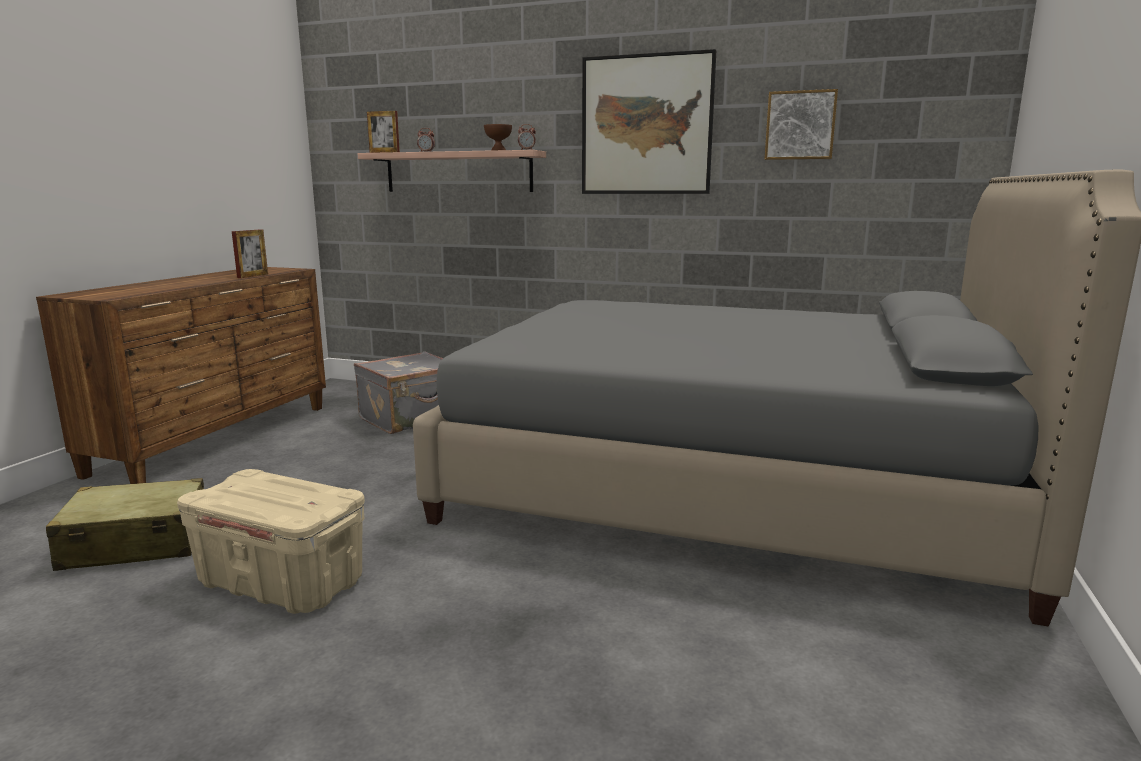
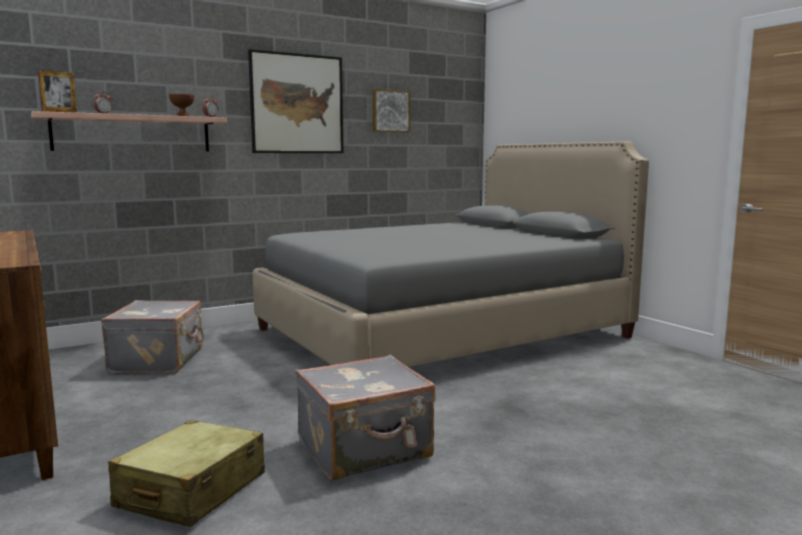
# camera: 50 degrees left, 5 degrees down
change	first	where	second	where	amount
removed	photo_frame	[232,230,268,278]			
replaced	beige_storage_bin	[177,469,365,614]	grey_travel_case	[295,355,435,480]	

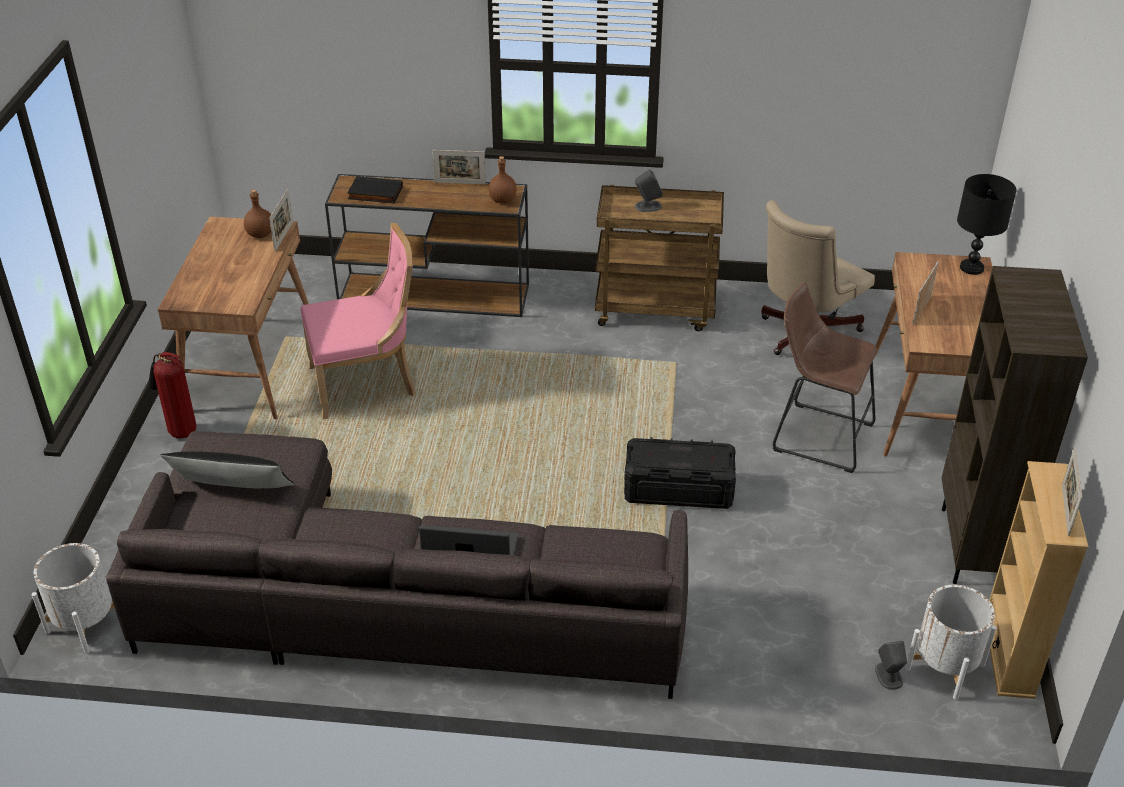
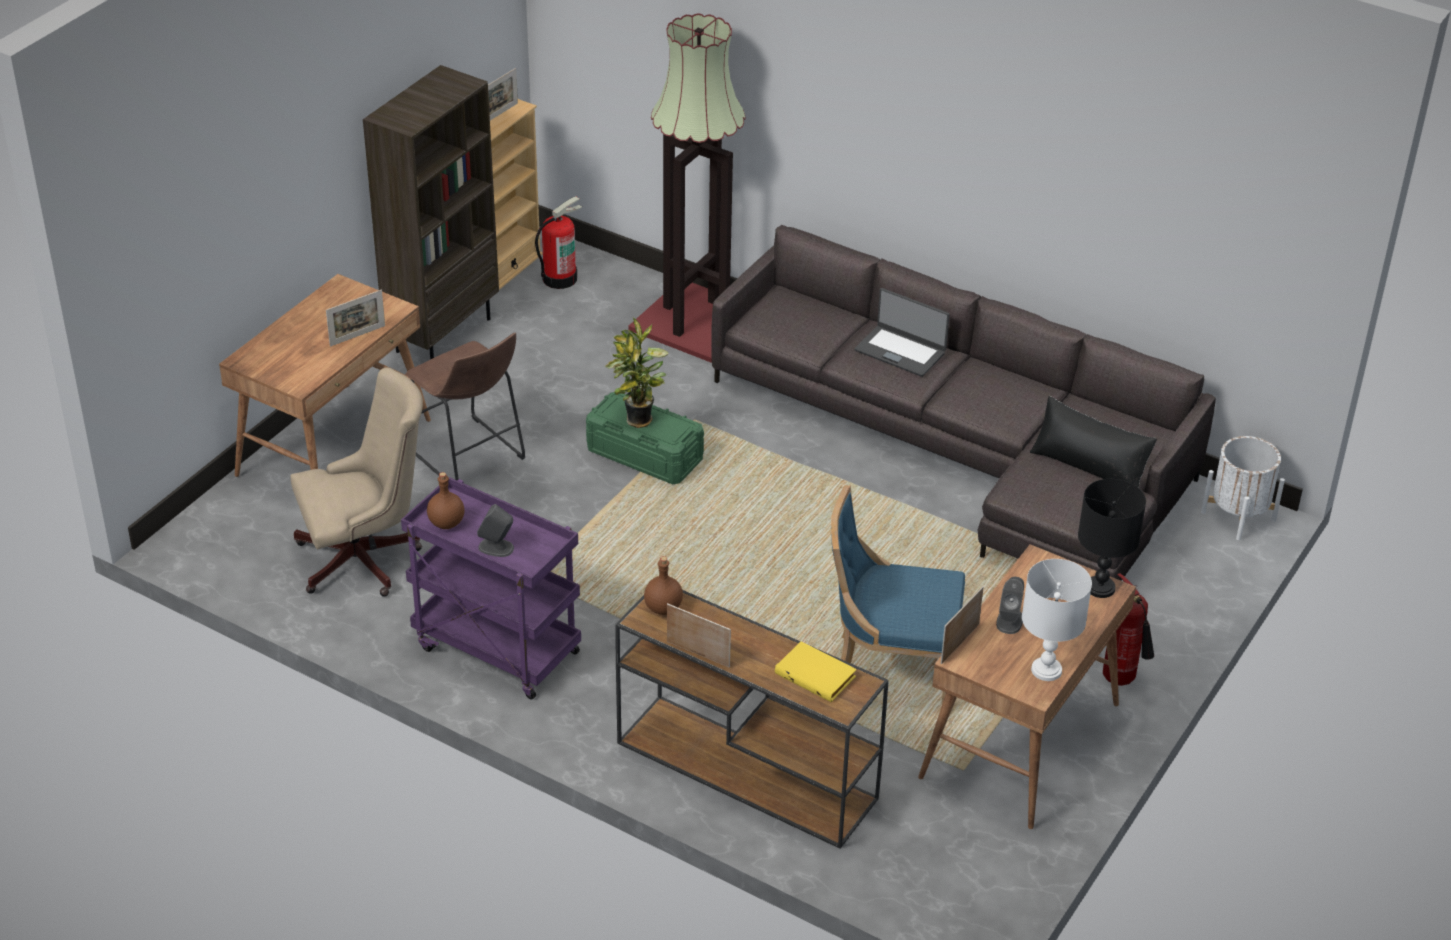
# camera: 155 degrees left, 0 degrees up
change	first	where	second	where	amount
added			potted_plant	[605,317,669,428]	
added			standard_lamp	[628,13,746,363]	
added			white-coloured_lamp_for_a_table	[1022,559,1092,681]	
moved	brown_bottle	[244,190,271,238]		[427,472,465,529]	
moved	grey_loudspeaker	[875,641,907,690]		[996,577,1024,634]	
moved	black-coloured_lamp_for_a_table	[957,174,1016,275]		[1078,479,1146,598]	
replaced	white-coloured_flower_pot	[905,585,996,700]	fire_extinguisher	[535,196,582,289]	
recoloured	pink-coloured_chair	[301,223,415,420]	blue-coloured_chair	[831,485,965,703]	
recoloured	black-coloured_bound_book	[347,176,403,203]	yellowish_bound_book	[775,641,856,702]	
recoloured	brown_wheeled_cart	[595,185,724,331]	purple_wheeled_cart	[401,477,581,699]	
recoloured	black-coloured_storage_bin	[624,437,736,509]	green-coloured_storage_bin	[586,392,704,484]	

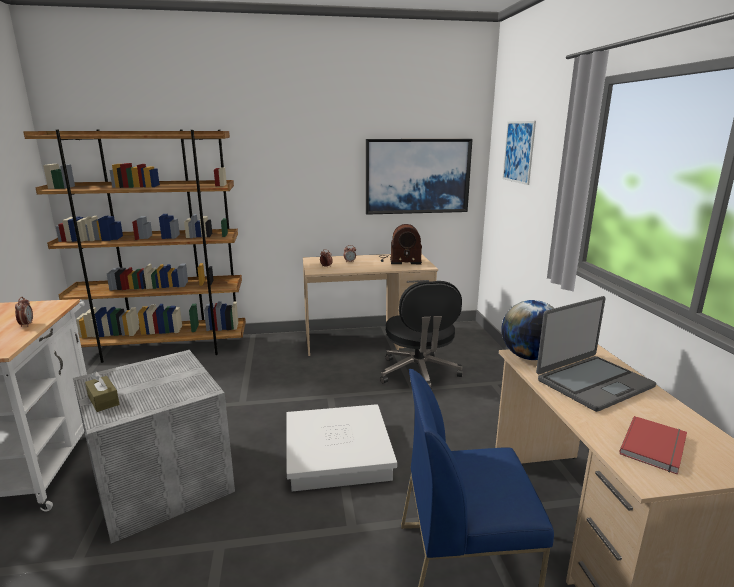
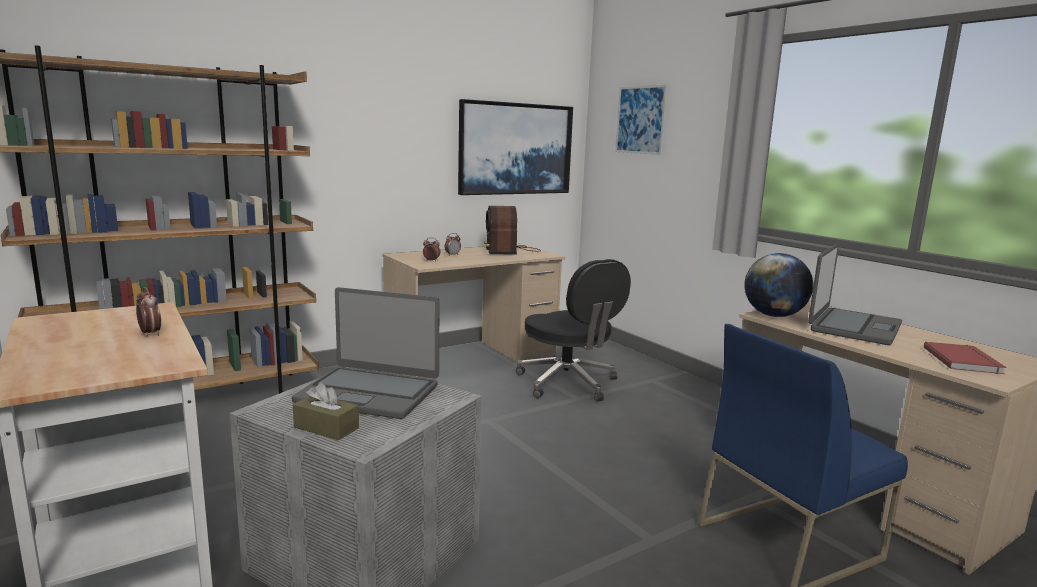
# camera: 25 degrees left, 5 degrees down
change	first	where	second	where	amount
removed	white-coloured_storage_bin	[286,404,397,491]			
added			notebook_computer	[292,287,440,419]	
turned	radio	[380,224,422,264]		[484,206,541,254]	105 degrees clockwise

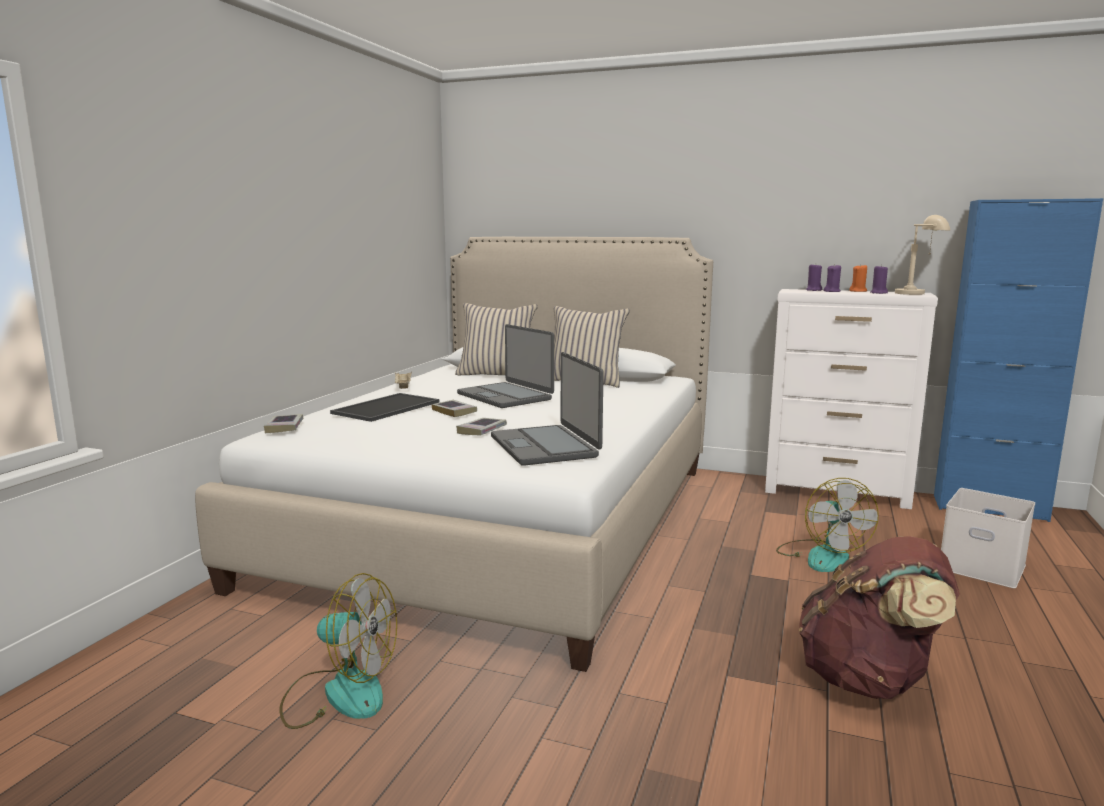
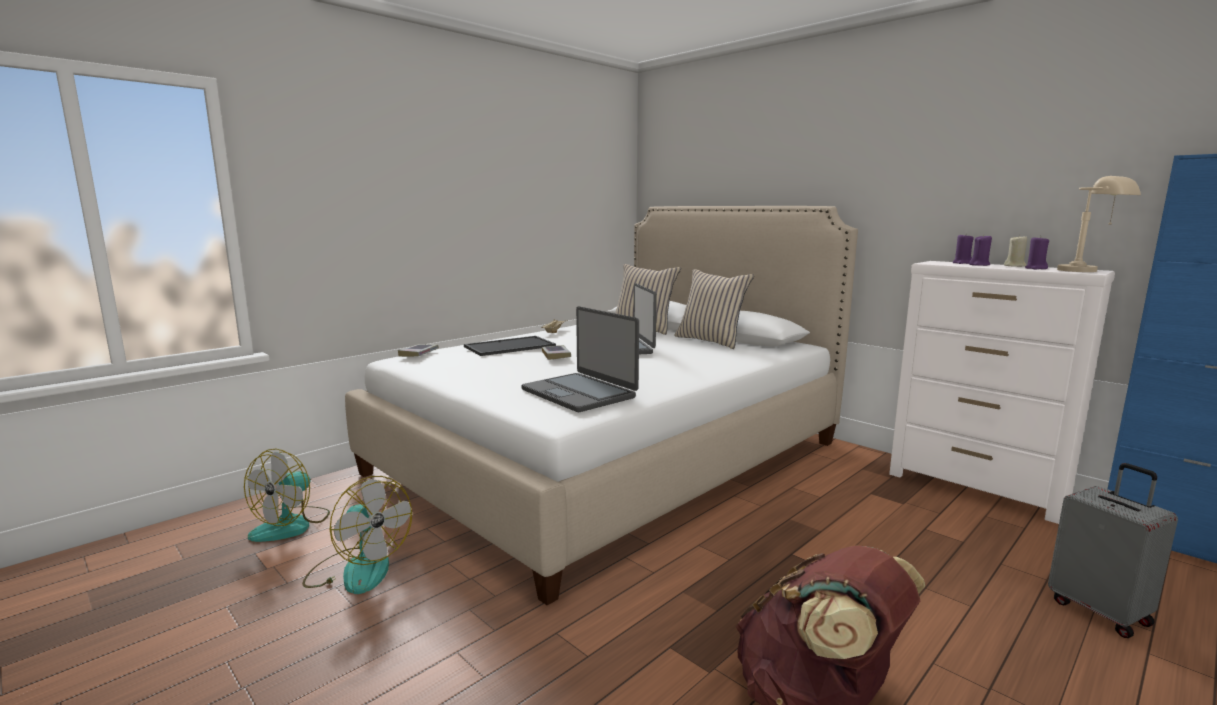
# camera: 25 degrees right, 0 degrees up
change	first	where	second	where	amount
removed	bound_book	[456,418,507,435]			
moved	electric_fan	[776,478,879,572]		[244,449,330,542]	
replaced	white-coloured_storage_bin	[941,488,1035,588]	grey_travel_case	[1048,463,1178,638]	
recoloured	orangey_candle	[849,264,867,292]	beige_candle	[1004,235,1027,267]	
turned	notebook_computer	[491,352,604,466]		[522,306,639,412]	45 degrees counterclockwise

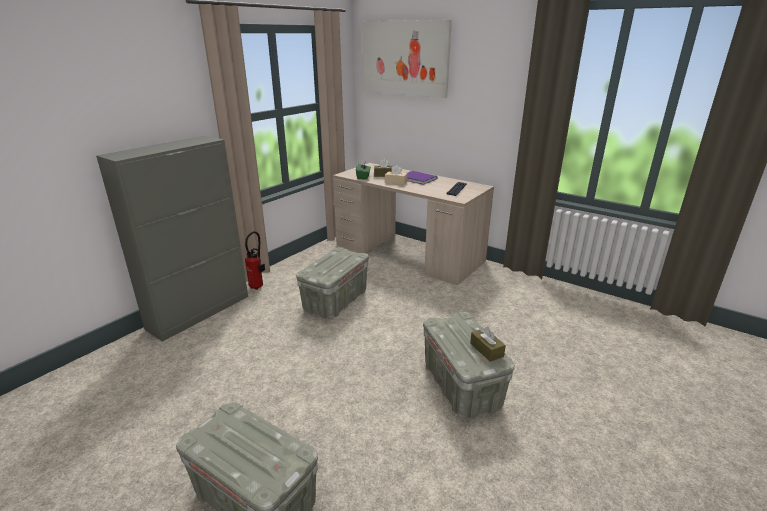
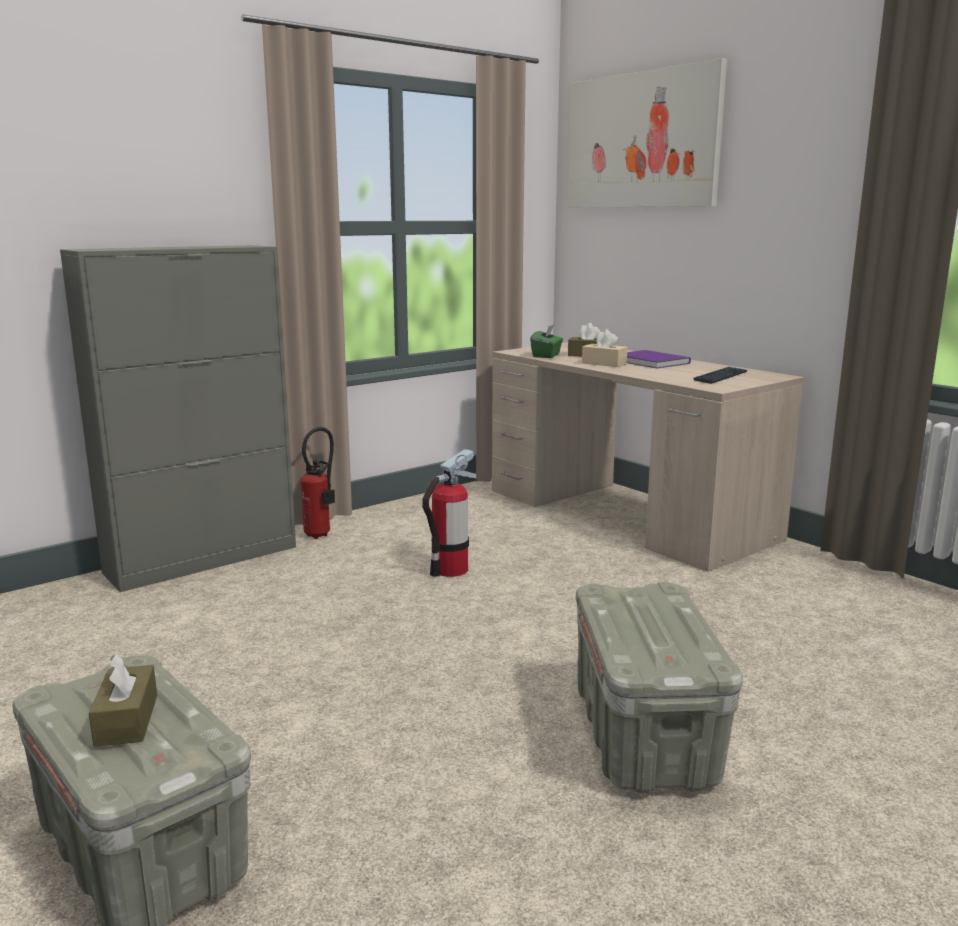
# camera: 15 degrees right, 10 degrees down
change	first	where	second	where	amount
moved	brown_box_of_tissues	[470,327,506,362]		[89,654,157,747]	
replaced	grey_storage_bin	[296,247,369,318]	fire_extinguisher	[422,449,476,577]	

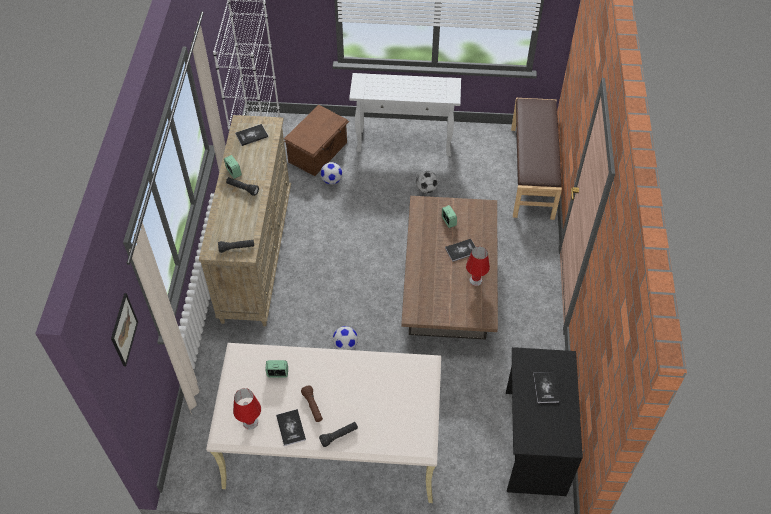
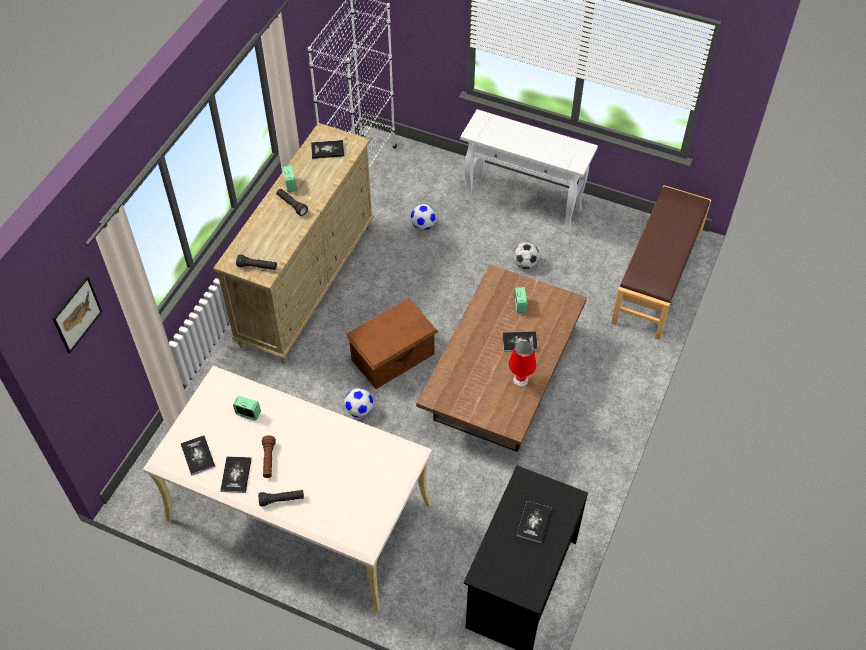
# camera: 20 degrees right, 0 degrees up
change	first	where	second	where	amount
moved	brown_storage_bin	[284,105,349,176]		[346,298,438,389]	
replaced	red_lamp_for_a_table	[233,388,261,430]	bound_book	[181,435,215,476]	

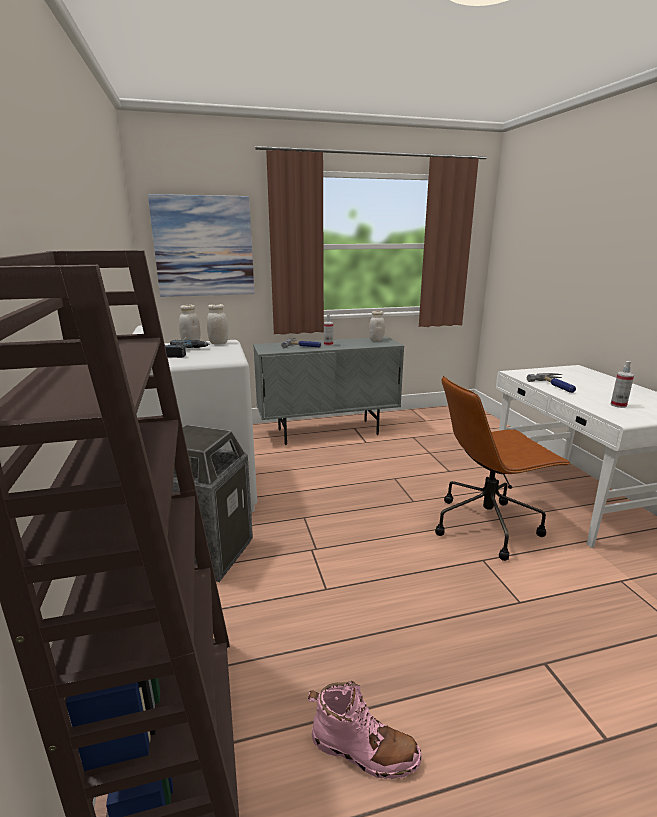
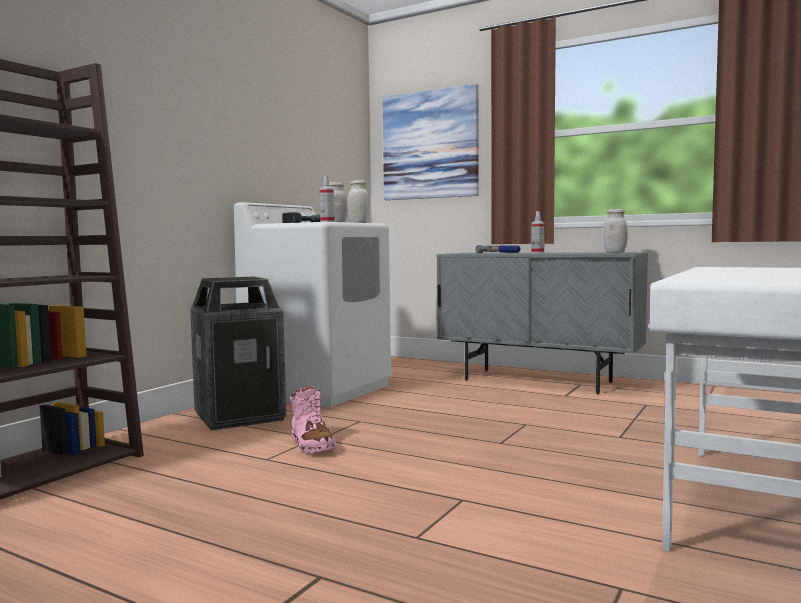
# camera: 45 degrees right, 15 degrees down
change	first	where	second	where	amount
removed	brown_office_chair	[435,376,571,561]			
removed	tool_hammer	[527,373,576,393]			
moved	pink-coloured_tall_boot	[308,681,422,779]		[290,386,337,454]	
moved	hand_sprayer	[611,361,634,408]		[319,176,334,222]	

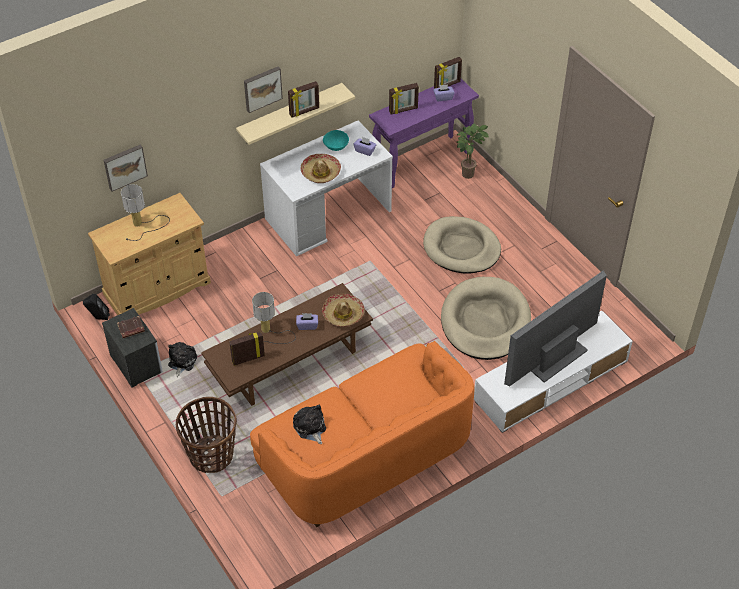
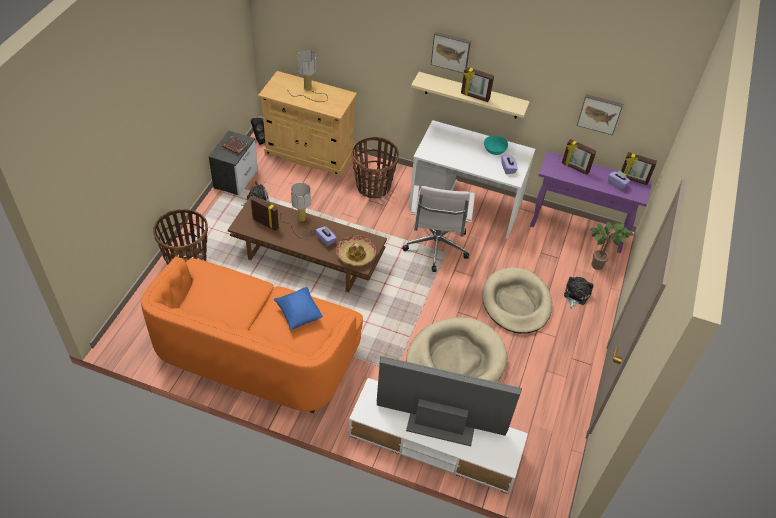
# camera: 50 degrees right, 0 degrees up
change	first	where	second	where	amount
removed	clothing_hat	[301,154,341,183]			
added			blue-coloured_throw_pillow	[274,287,323,330]	
added			basket	[351,137,399,198]	
added			white-coloured_office_chair	[402,185,475,272]	
moved	wall_picture	[104,145,148,191]		[577,94,623,135]	
moved	plush_toy	[293,405,326,444]		[564,277,593,309]	

